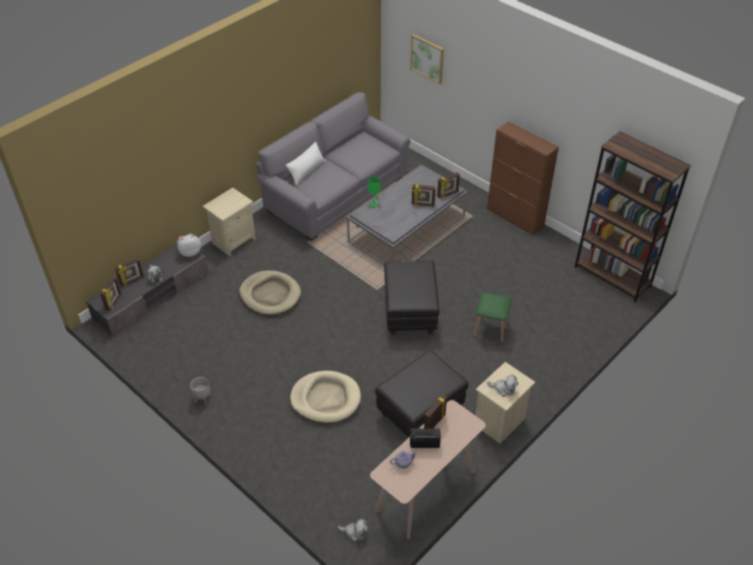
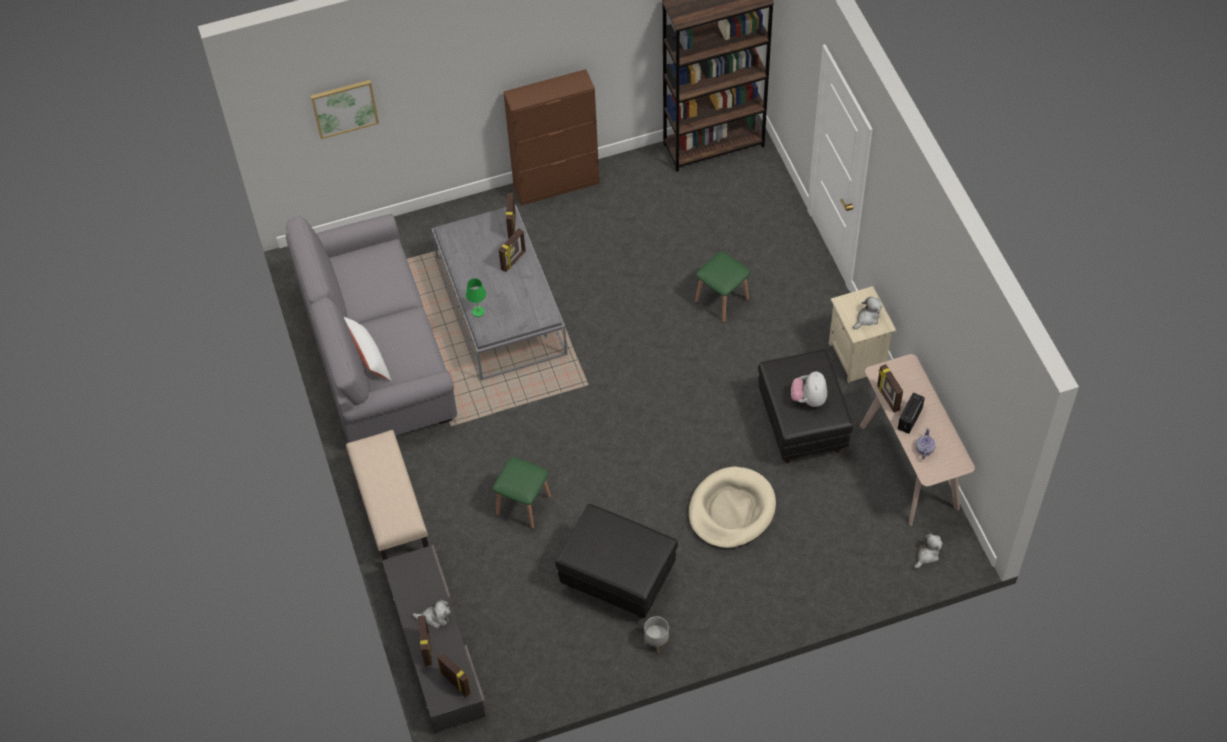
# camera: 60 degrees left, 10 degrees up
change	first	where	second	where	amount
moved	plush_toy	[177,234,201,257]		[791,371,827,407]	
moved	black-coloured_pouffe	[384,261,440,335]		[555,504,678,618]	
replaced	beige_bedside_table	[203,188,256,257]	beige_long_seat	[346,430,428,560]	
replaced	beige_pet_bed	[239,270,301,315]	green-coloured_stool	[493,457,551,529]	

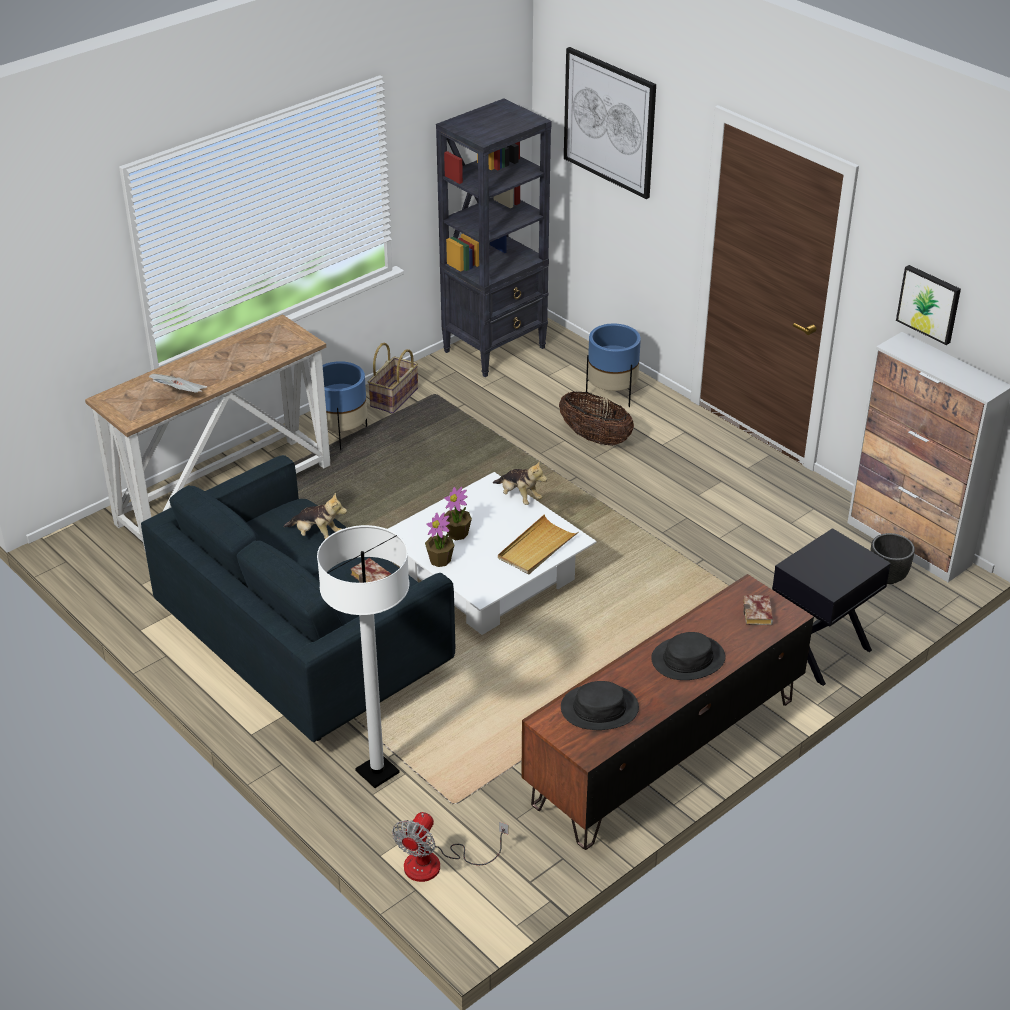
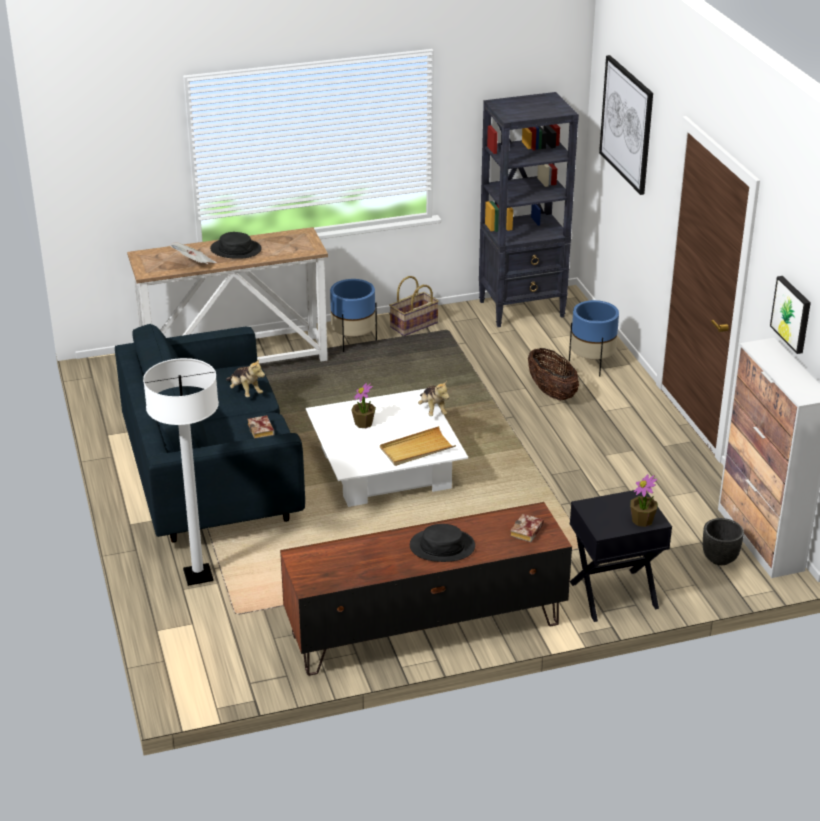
# camera: 25 degrees right, 5 degrees down
change	first	where	second	where	amount
removed	electric_fan	[392,812,508,882]			
moved	potted_plant	[425,513,454,567]		[630,474,658,527]	
moved	black-coloured_clothing_hat	[561,681,639,730]		[210,232,262,259]	

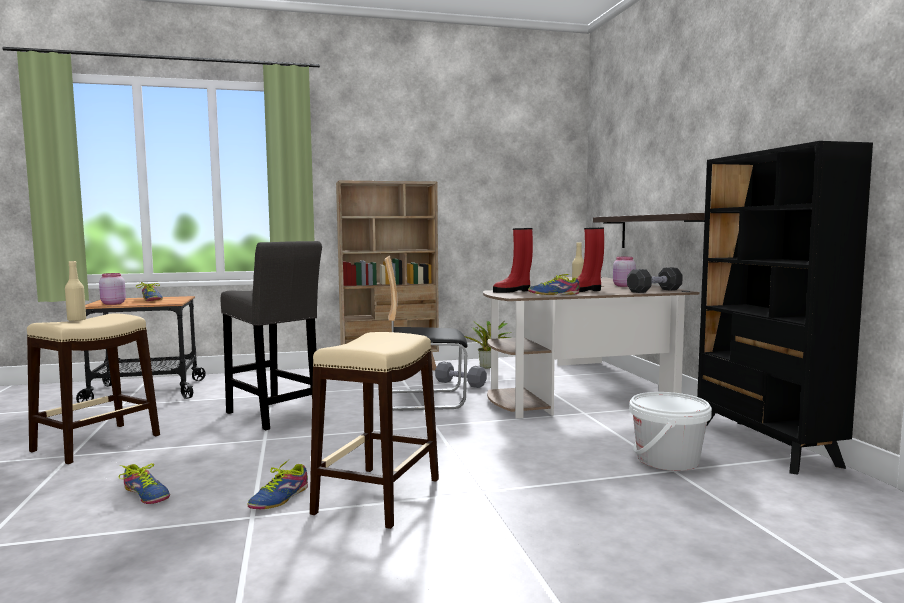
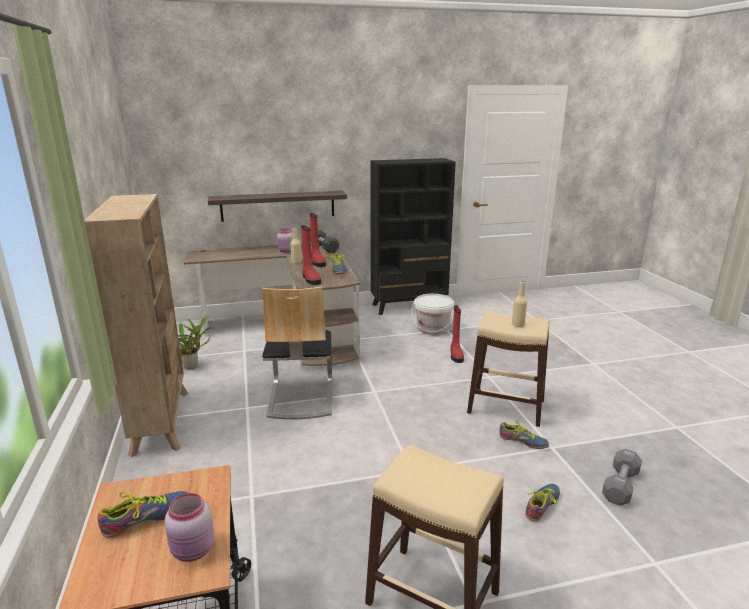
# camera: 90 degrees left, 15 degrees up
change	first	where	second	where	amount
removed	grey_stool	[221,241,322,431]			
added			red_tall_boot	[450,306,464,363]	
moved	beige_bottle	[65,261,86,321]		[512,281,527,327]	
moved	grey_free_weight	[435,361,487,388]		[602,449,642,506]	

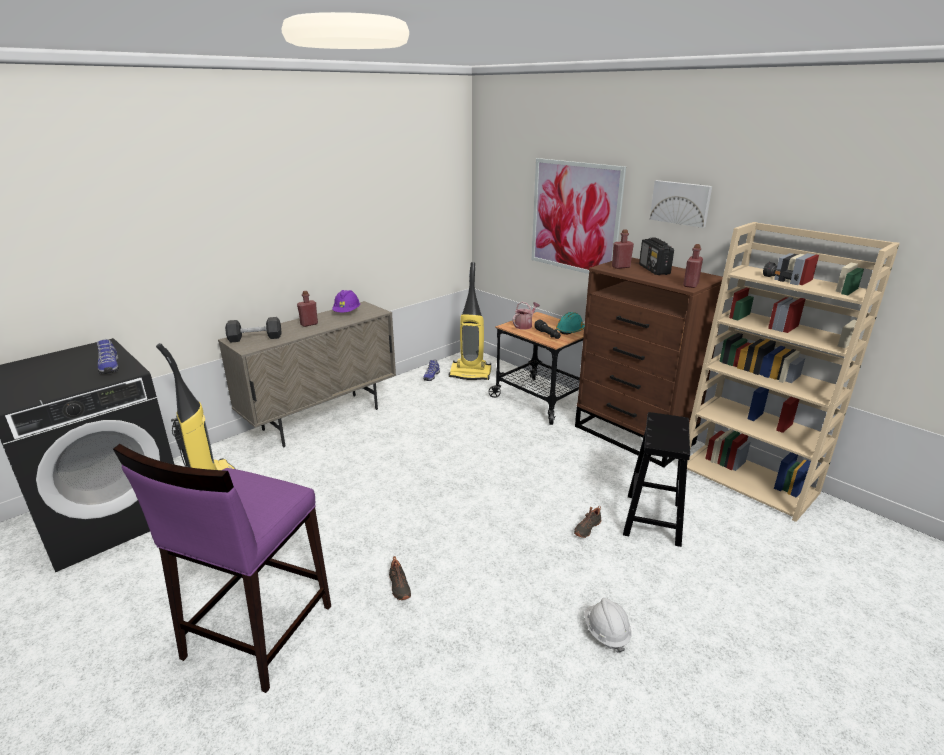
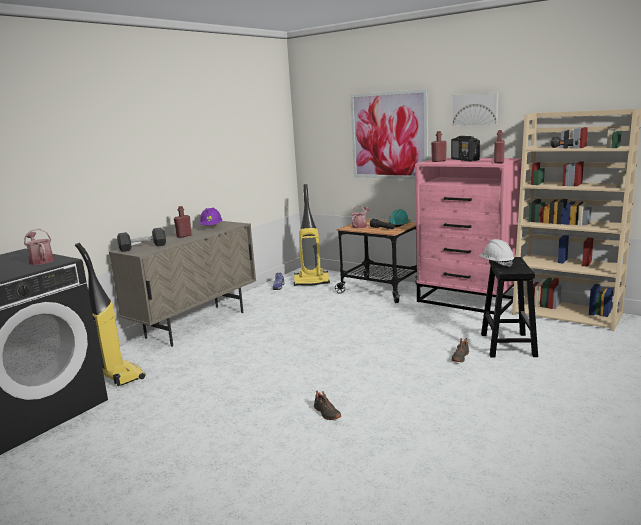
# camera: 10 degrees left, 10 degrees down
change	first	where	second	where	amount
removed	purple_stool	[113,444,331,693]			
moved	white-coloured_hard_hat	[584,598,632,653]		[479,239,514,268]	
replaced	item_of_footwear	[97,339,119,374]	sprinkling_can	[24,229,54,265]	
recoloured	brown_drawer_chest	[575,258,723,468]	pink-coloured_drawer_chest	[415,158,522,315]	

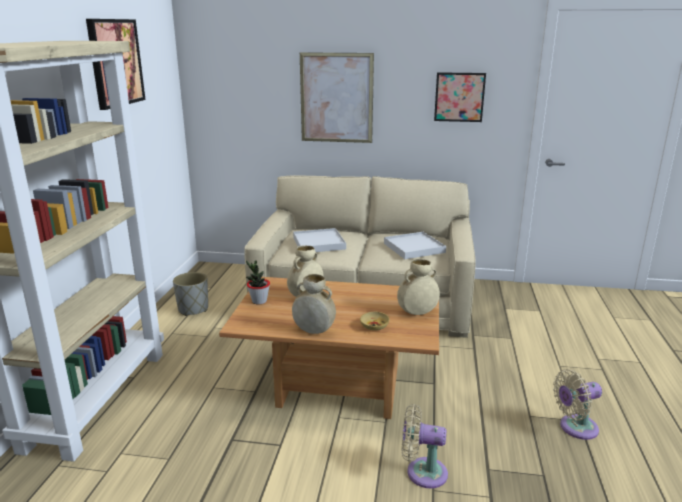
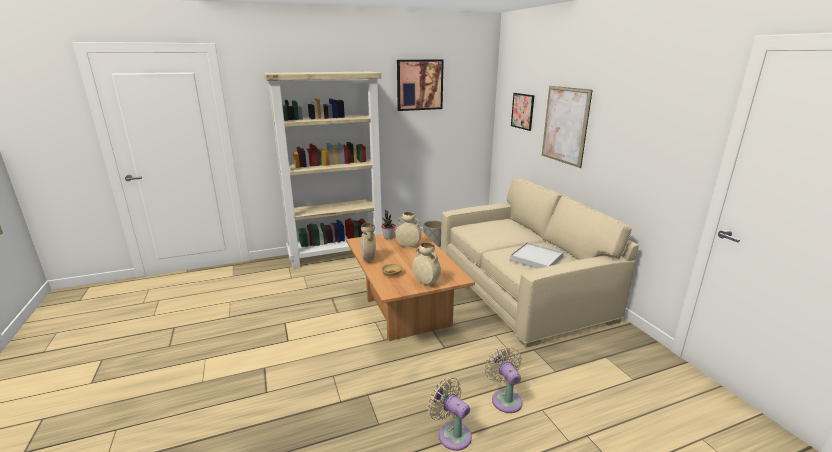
# camera: 60 degrees right, 0 degrees up
change	first	where	second	where	amount
removed	white-coloured_serving_tray	[293,228,346,252]			
moved	beige_electric_fan	[402,404,448,488]		[484,346,523,413]	
moved	wall_picture	[434,72,486,122]		[511,93,534,131]	

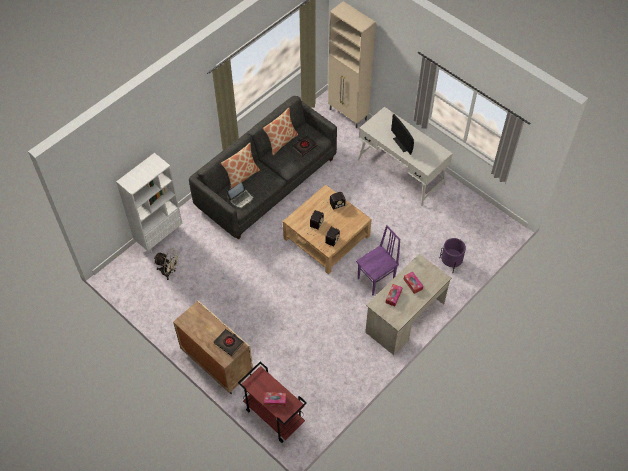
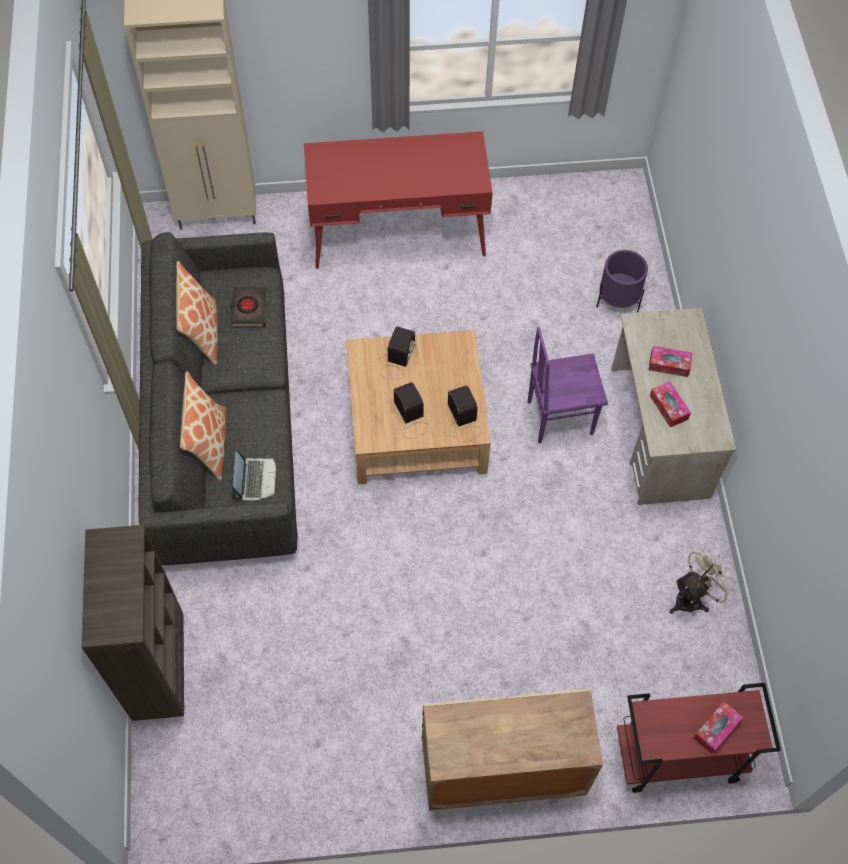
# camera: 50 degrees left, 5 degrees up
change	first	where	second	where	amount
removed	black-coloured_bound_book	[214,329,244,356]			
removed	computer_screen	[391,114,414,155]			
moved	beige_electric_fan	[154,249,179,280]		[669,547,736,614]	
recoloured	white-coloured_bookshelf	[116,153,182,254]	brown_bookshelf	[82,525,184,721]	
recoloured	white-coloured_desk_table	[358,107,453,206]	red_desk_table	[304,131,493,269]	
turned	purple_chair	[356,225,400,295]		[528,327,608,443]	105 degrees counterclockwise

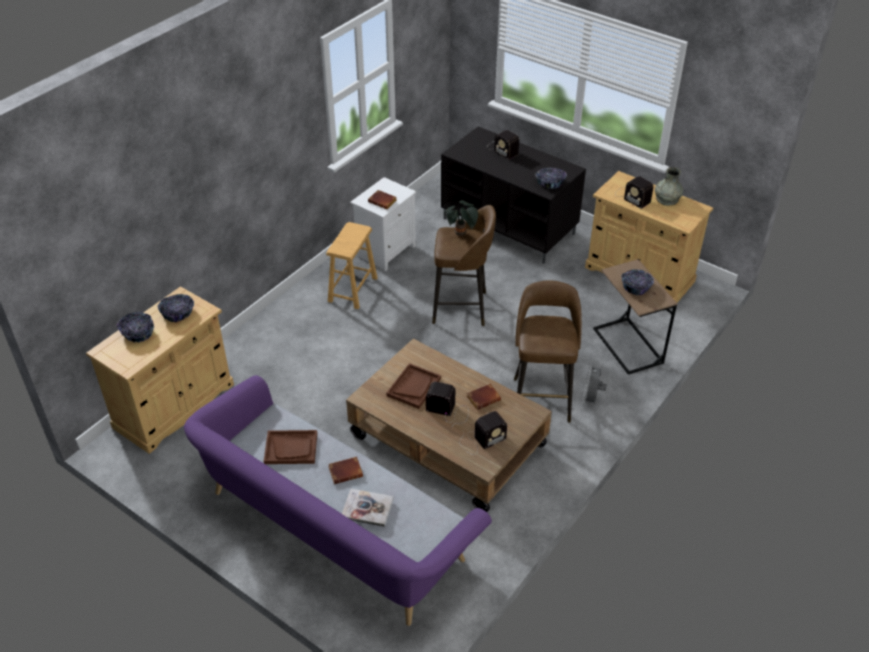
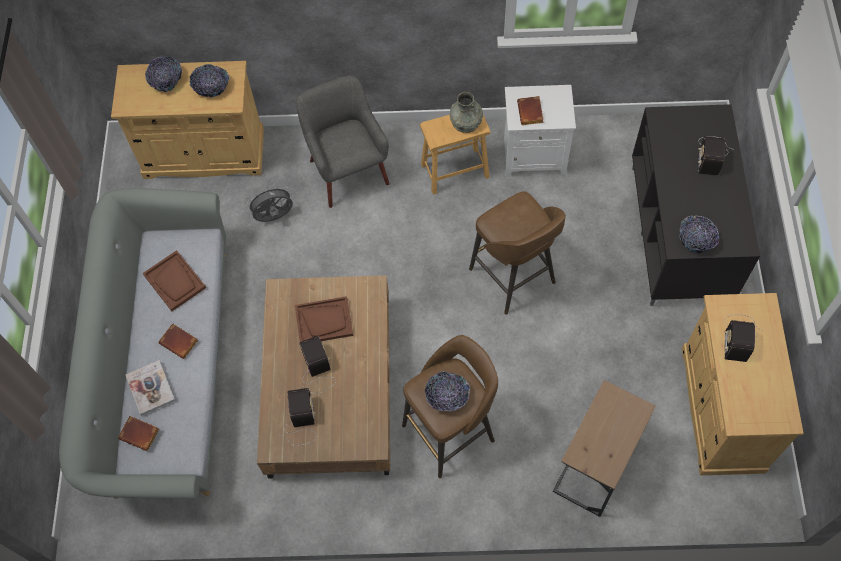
# camera: 55 degrees right, 20 degrees up
change	first	where	second	where	amount
removed	potted_plant	[444,200,478,236]			
added			grey_armchair	[296,76,390,208]	
moved	brown_bound_book	[467,384,501,410]		[118,416,159,451]	
moved	grey_electric_fan	[582,363,607,405]		[246,185,293,222]	
moved	deep_dish	[621,269,654,295]		[425,371,470,411]	
moved	grey_decorative_vase	[655,167,683,206]		[450,92,483,133]	
recoloured	purple_sofa	[184,375,492,626]	grey_sofa	[59,188,226,499]	
turned	radio	[459,411,507,455]		[278,388,317,446]	120 degrees counterclockwise

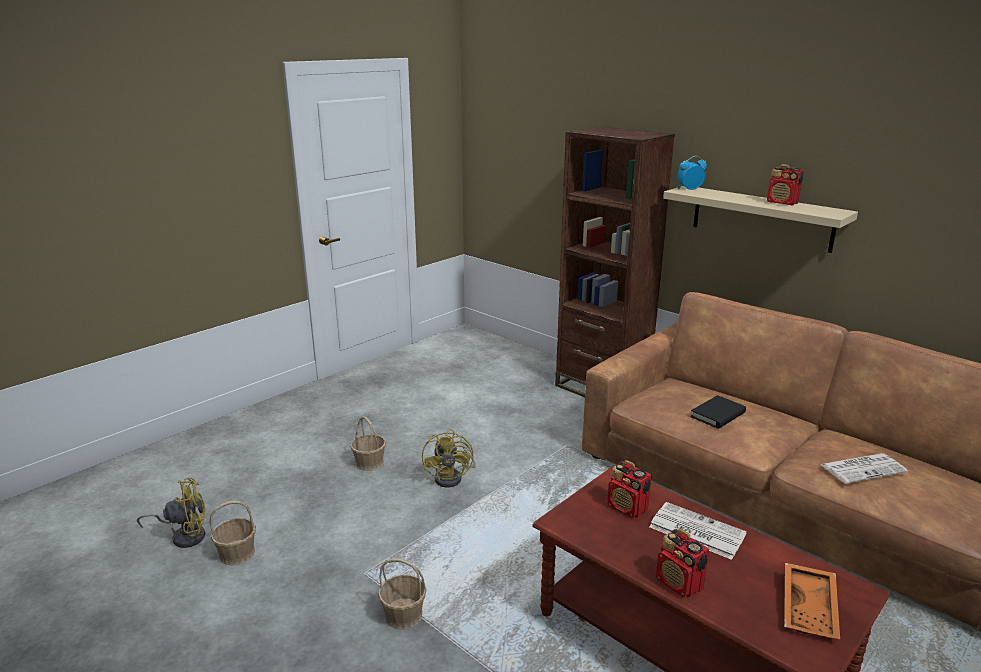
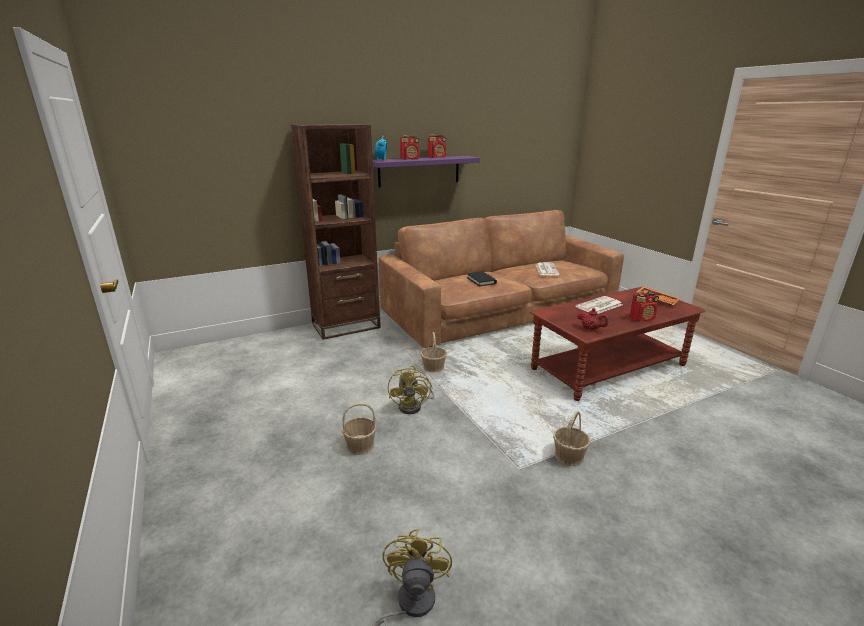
# camera: 70 degrees left, 0 degrees up
change	first	where	second	where	amount
added			red_pot_for_tea	[577,308,609,330]	
moved	basket	[210,501,256,566]		[421,332,447,372]	
moved	radio	[607,460,652,518]		[400,135,419,160]	
recoloured	beige_shelf	[663,186,858,253]	purple_shelf	[373,156,480,188]	
turned	yellowish_electric_fan	[422,429,476,487]		[388,366,434,414]	75 degrees clockwise

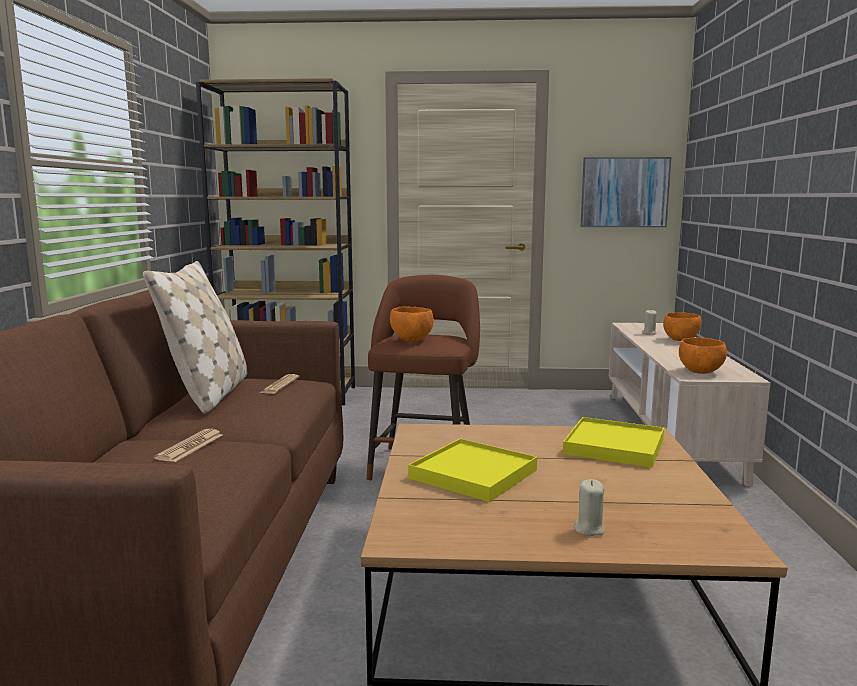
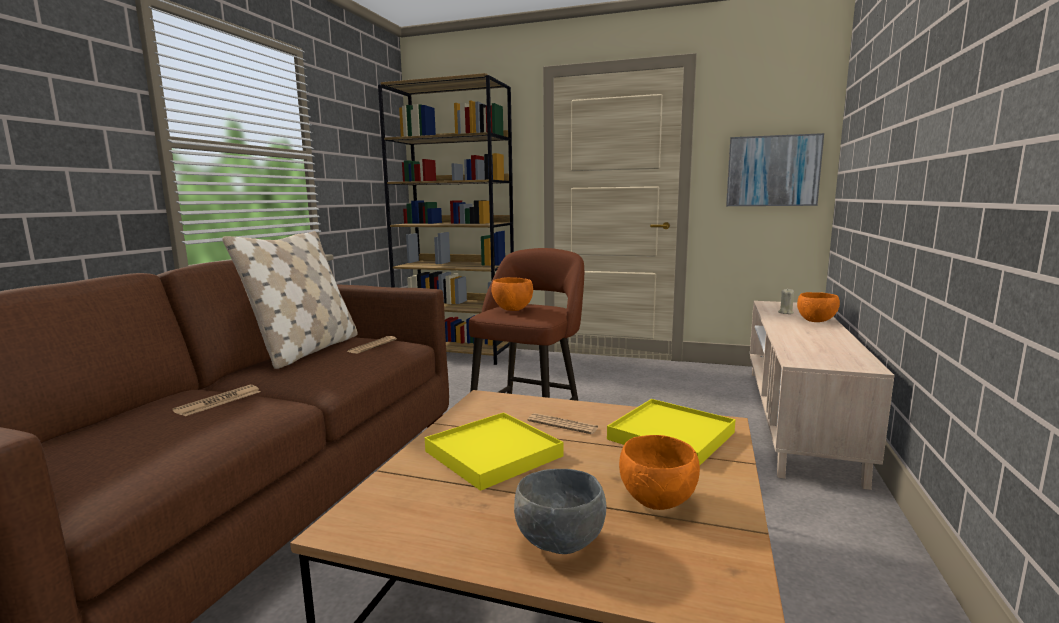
# camera: 15 degrees right, 0 degrees up
change	first	where	second	where	amount
added			newspaper	[527,413,599,434]	
moved	orangey_deep_dish	[679,338,727,374]		[619,435,700,510]	
replaced	beige_candle	[574,479,604,536]	grey_deep_dish	[514,469,606,554]	

